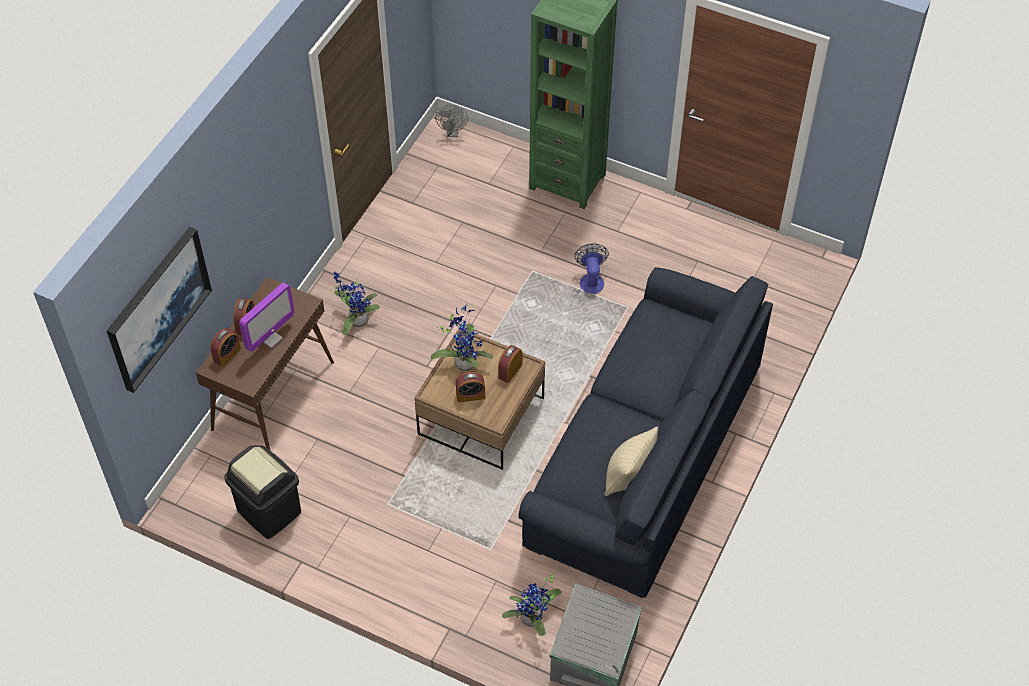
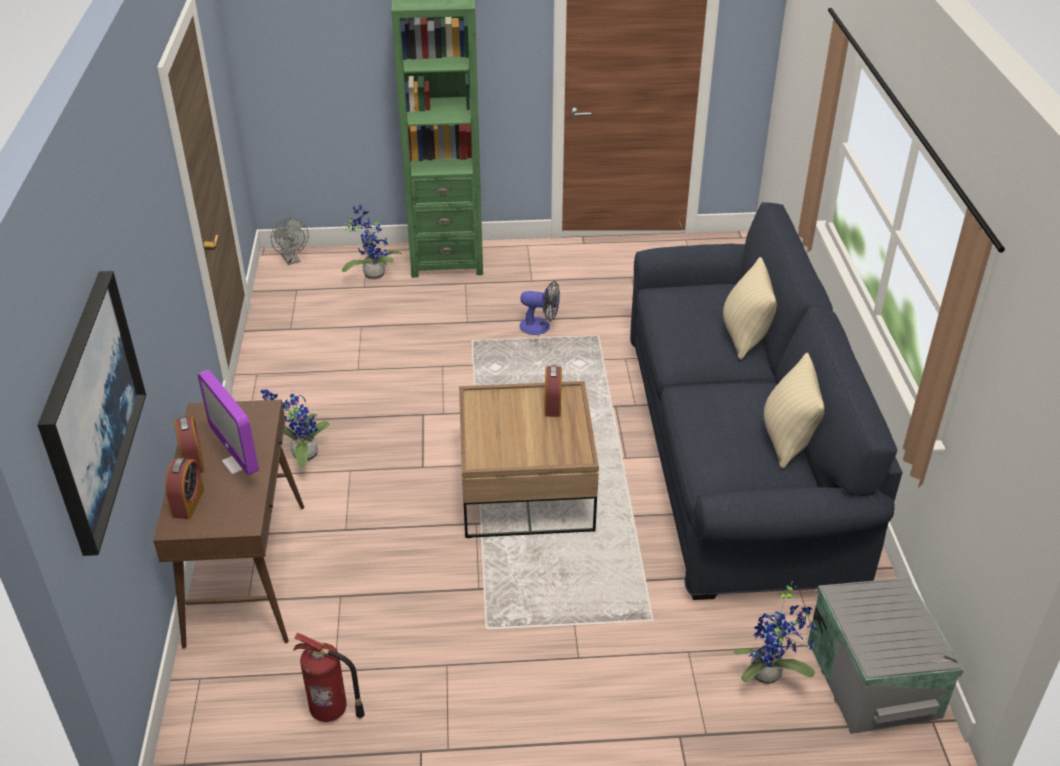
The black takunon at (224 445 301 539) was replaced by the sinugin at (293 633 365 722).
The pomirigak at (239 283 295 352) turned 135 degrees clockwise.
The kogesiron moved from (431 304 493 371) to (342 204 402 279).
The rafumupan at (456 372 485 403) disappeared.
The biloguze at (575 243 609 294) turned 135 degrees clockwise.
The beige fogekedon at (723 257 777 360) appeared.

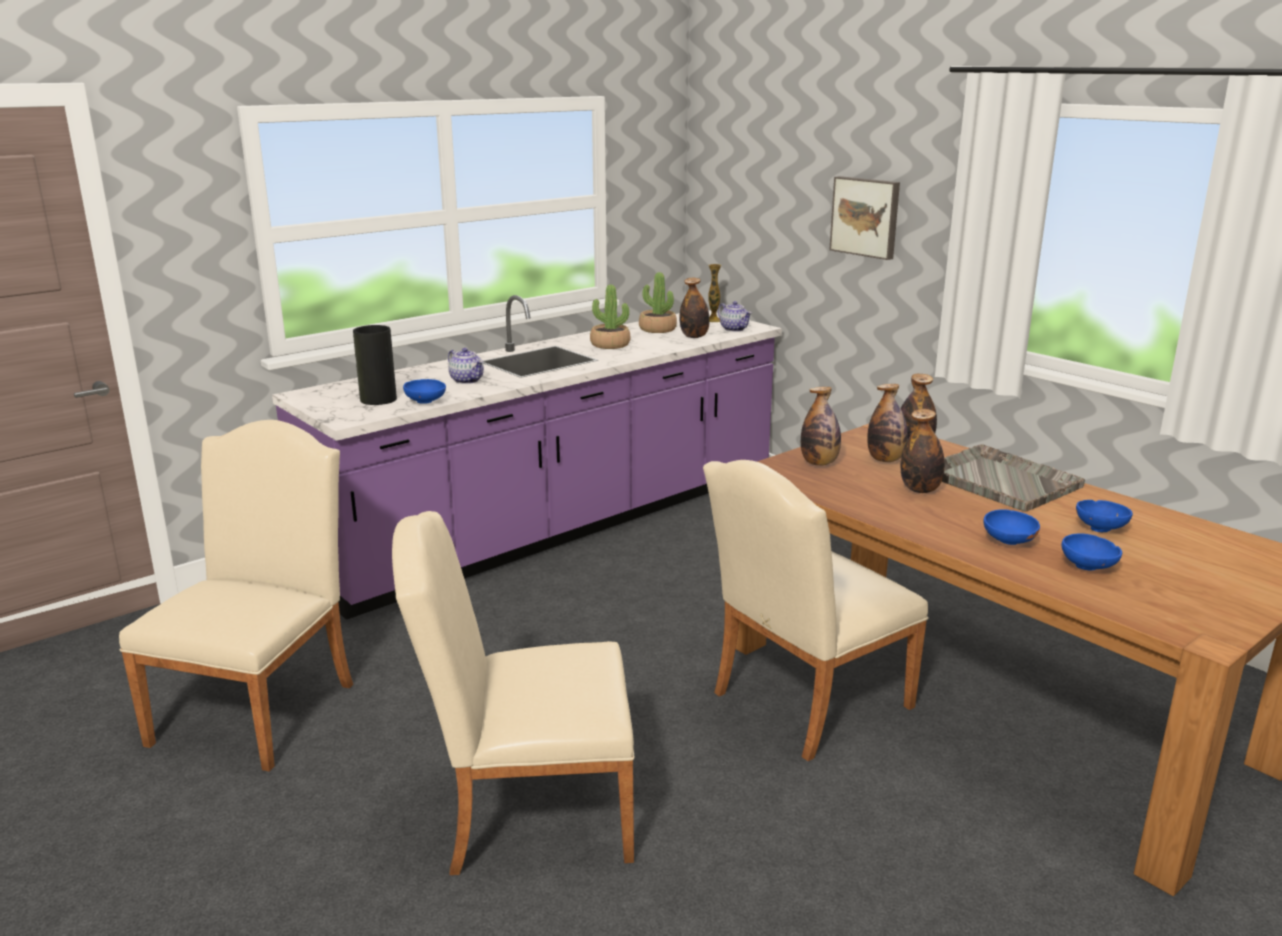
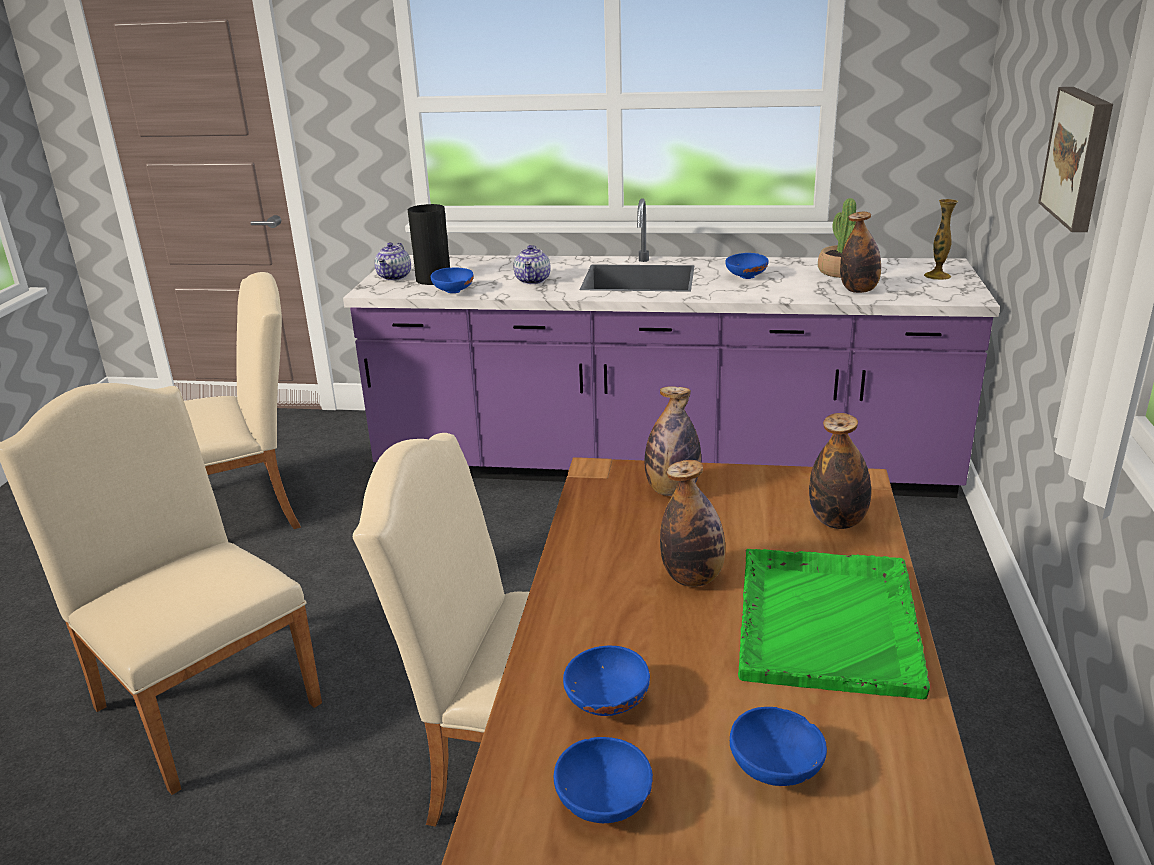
The kogesiron at (590 284 630 349) was replaced by the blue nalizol at (726 253 769 279).
The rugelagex moved from (718 301 752 332) to (374 242 411 281).
The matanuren at (867 384 908 462) disappeared.
The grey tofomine at (942 444 1085 512) became the green tofomine at (738 549 930 699).

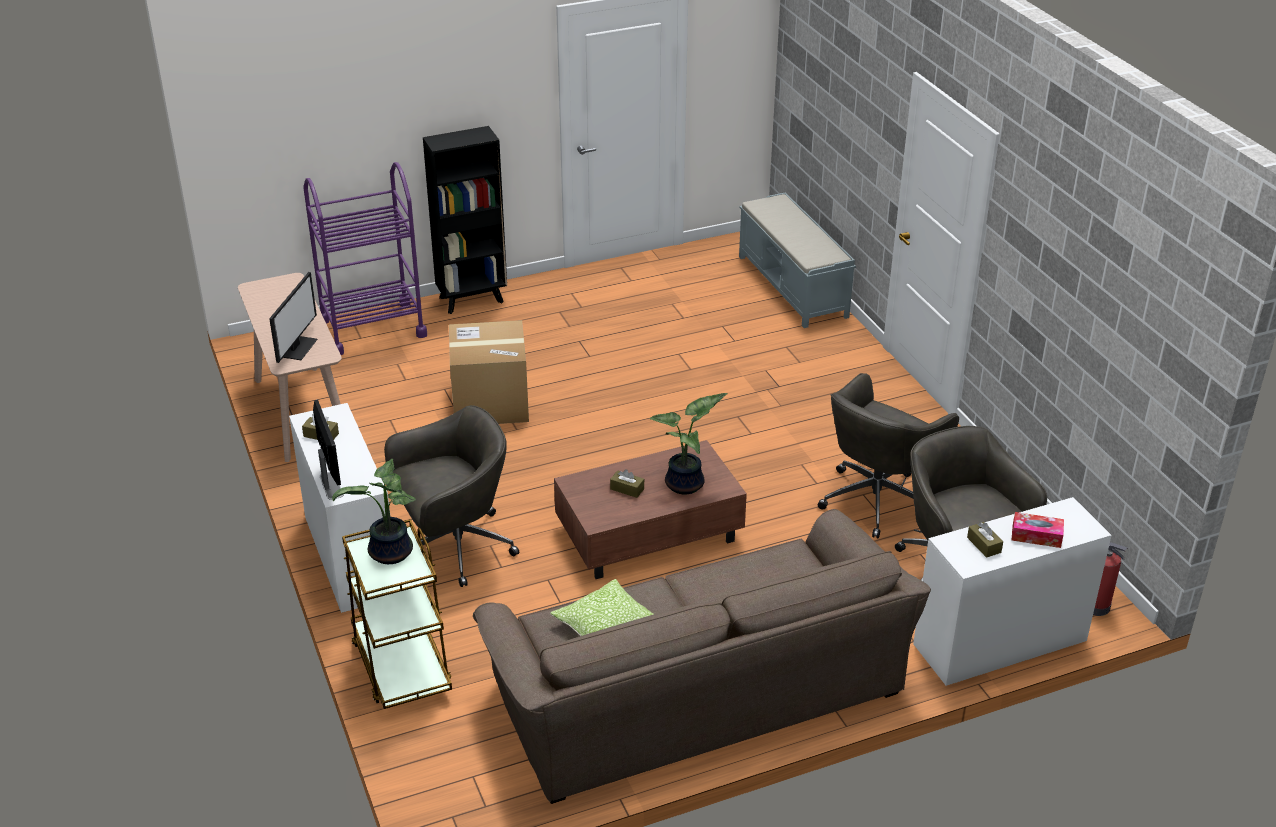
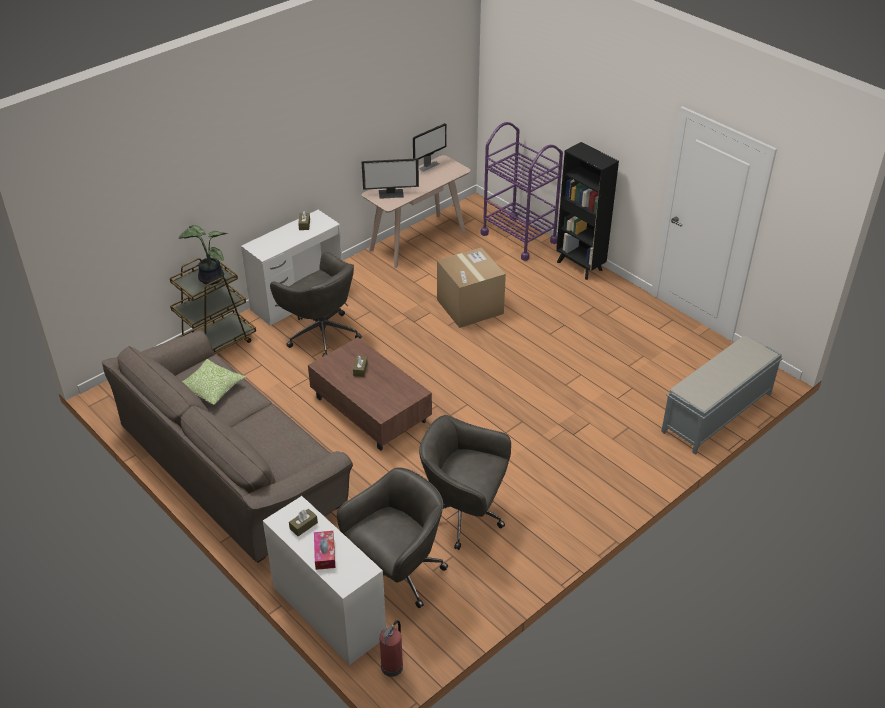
The pomirigak moved from (313 400 344 500) to (413 123 447 172).
The kogesiron at (650 393 728 494) disappeared.

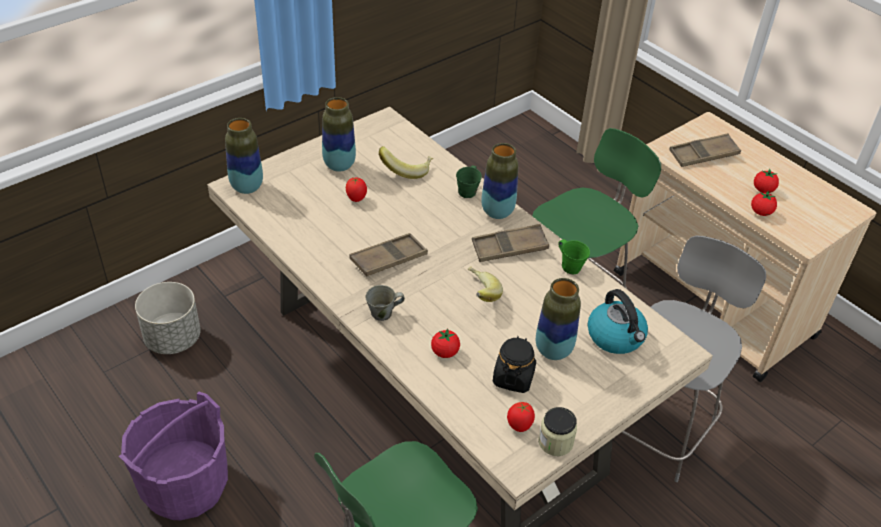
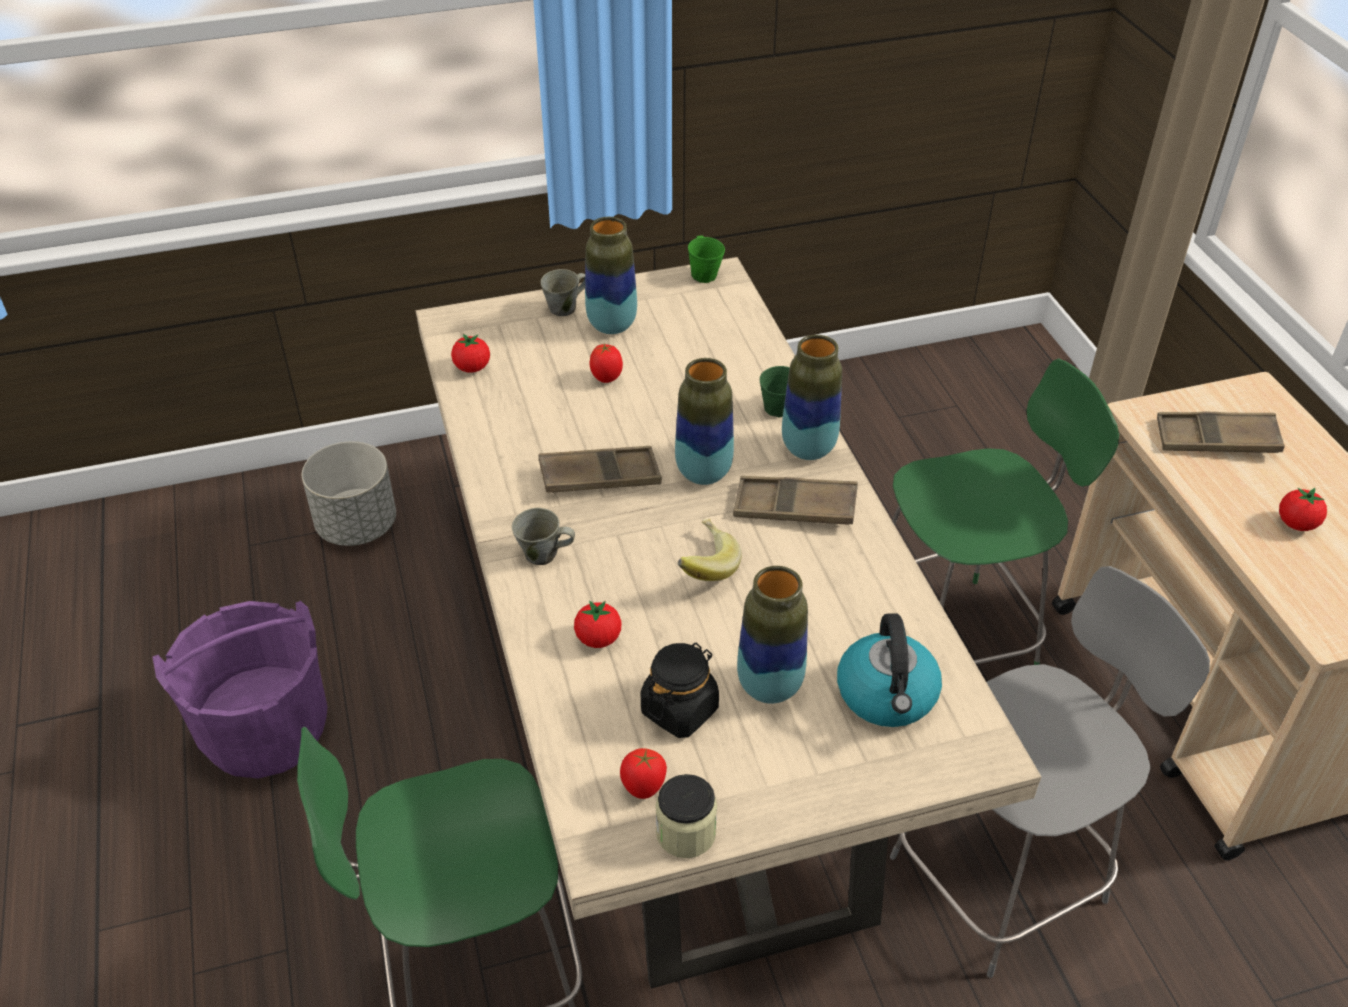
The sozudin moved from (225 118 263 194) to (675 358 734 485).
The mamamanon at (379 146 433 179) disappeared.
The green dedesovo moved from (559 239 590 274) to (688 235 725 283).
The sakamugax moved from (751 191 777 216) to (451 334 490 373).
The grey dedesovo at (541 269 585 316) appeared.

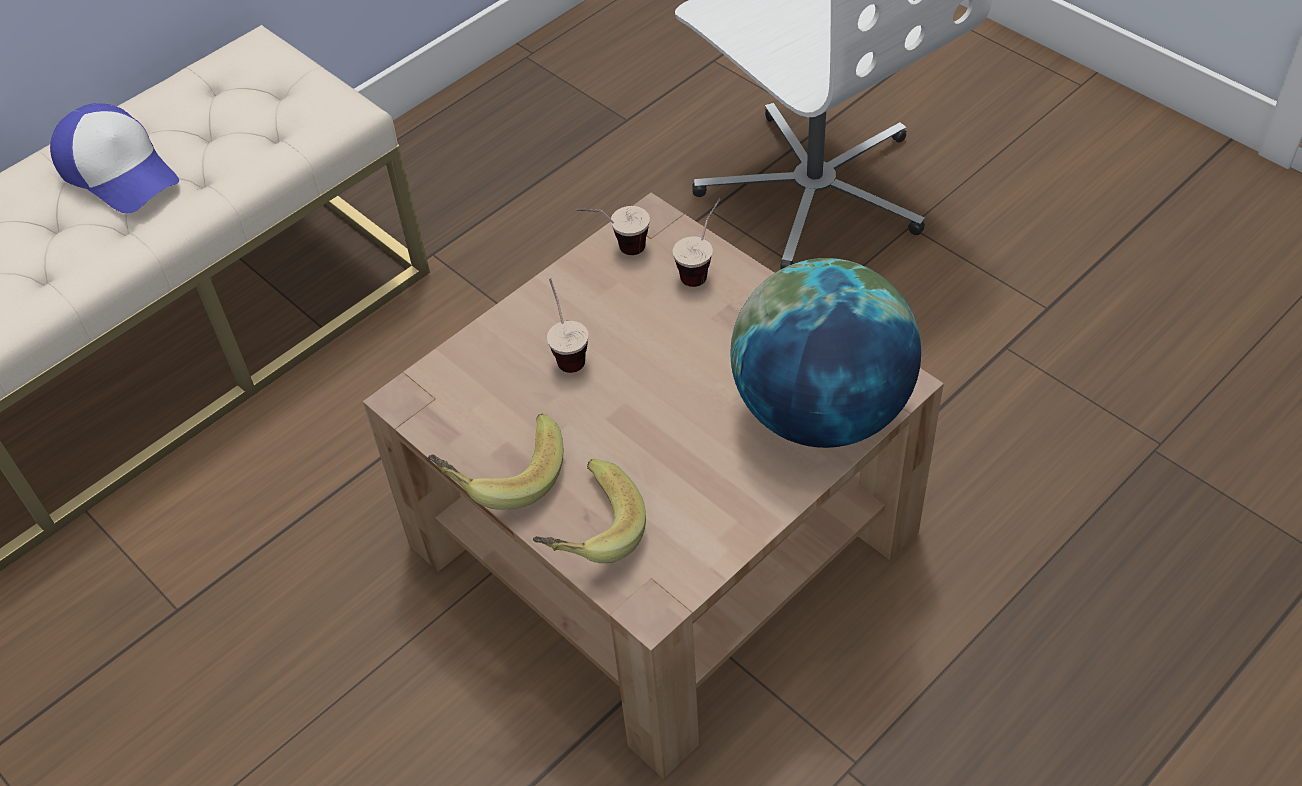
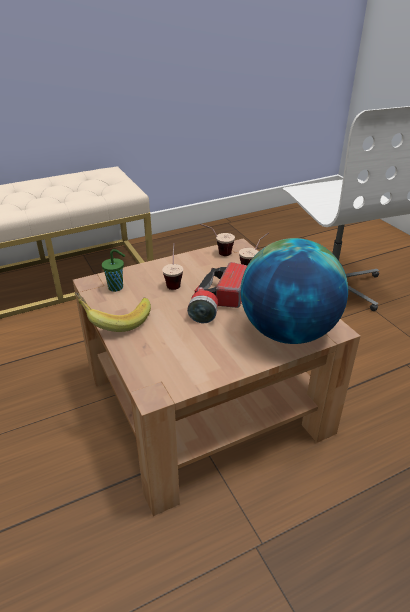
The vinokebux at (50 103 179 214) disappeared.
The mamamanon at (533 459 646 563) disappeared.
The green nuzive at (102 249 125 292) appeared.
The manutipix at (187 262 247 323) appeared.

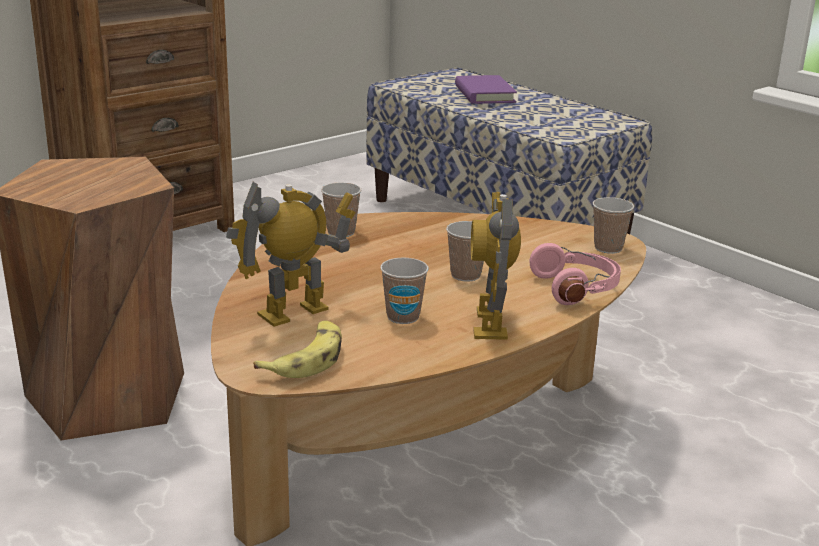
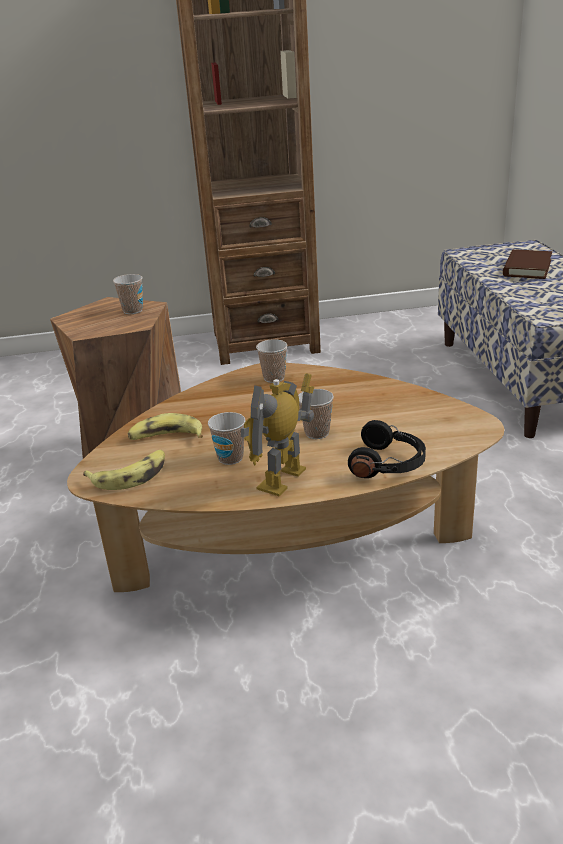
The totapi at (226 182 356 327) was replaced by the mamamanon at (128 413 203 440).
The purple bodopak at (455 75 517 104) became the brown bodopak at (503 250 552 279).
The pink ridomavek at (529 243 621 305) became the black ridomavek at (348 420 426 478).
The nuzive moved from (593 197 634 254) to (113 274 143 314).

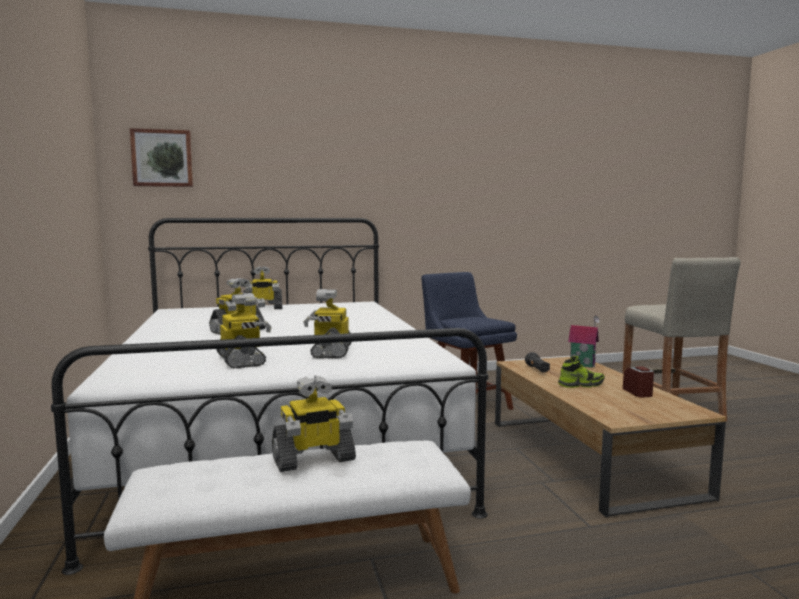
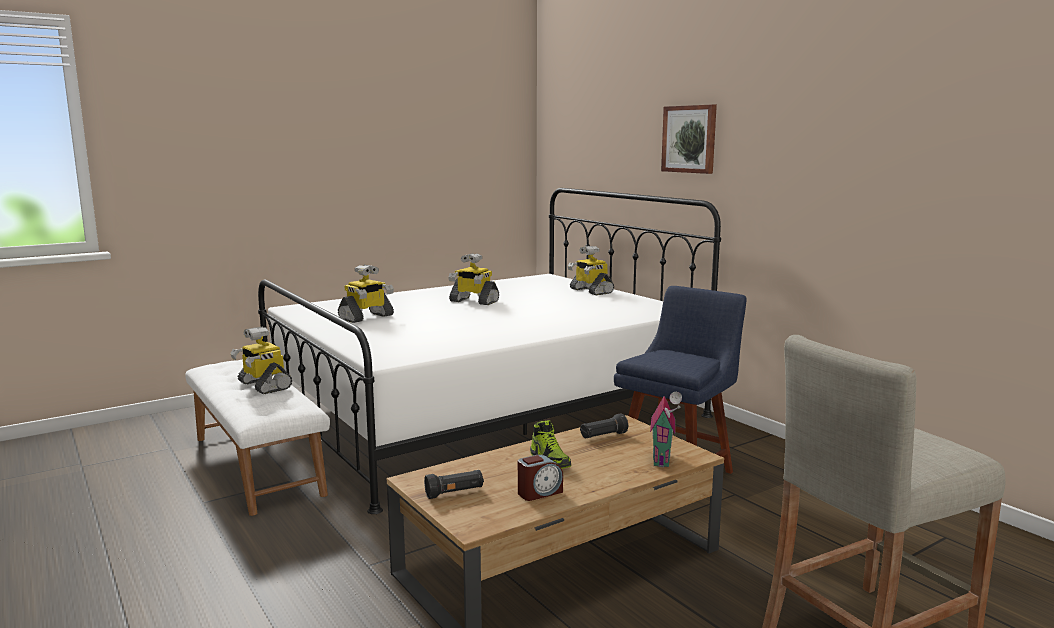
The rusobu moved from (130 128 193 187) to (661 104 717 174).
The totapi at (303 289 352 358) disappeared.
The black manutipix at (424 470 484 499) appeared.

